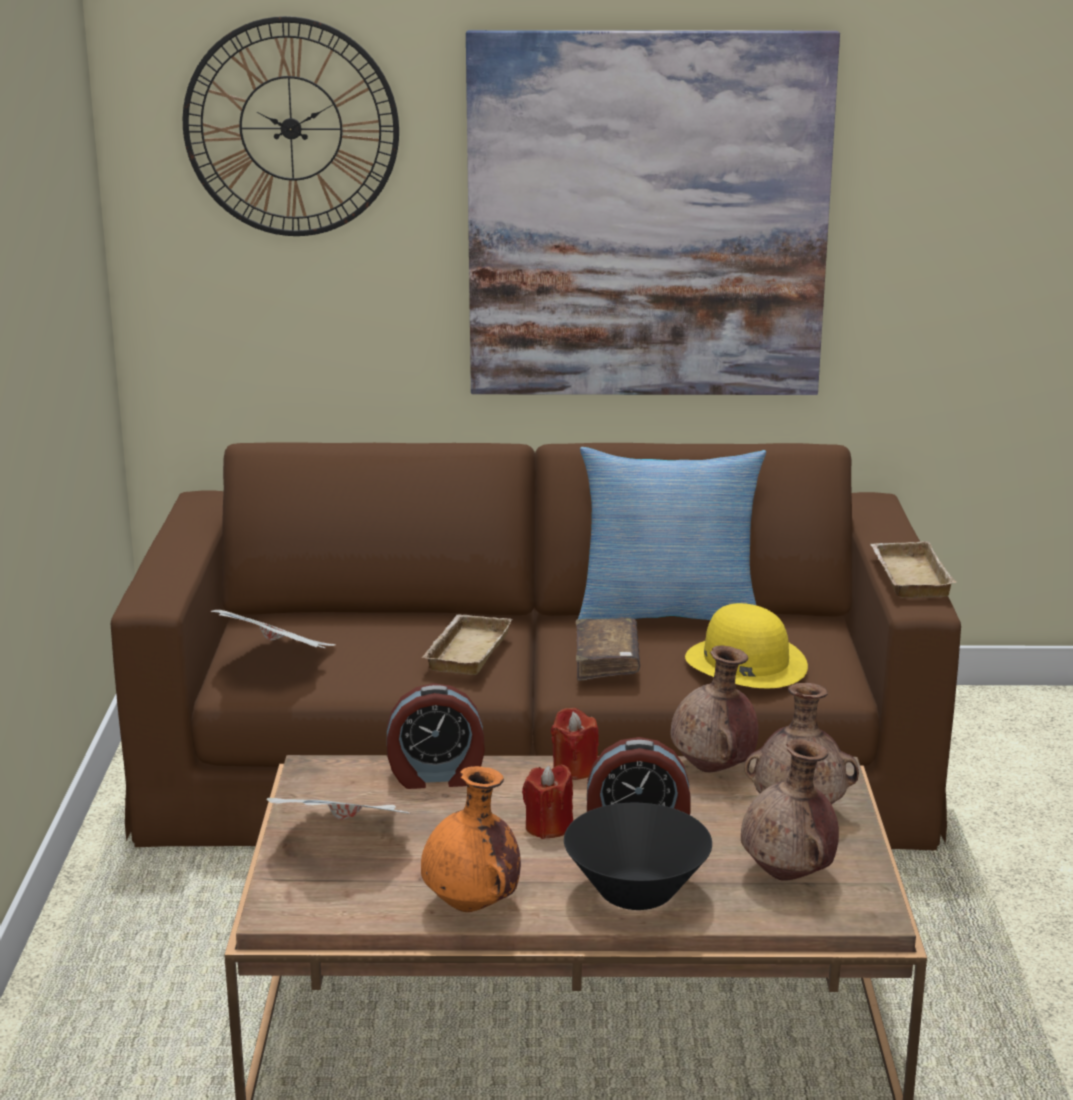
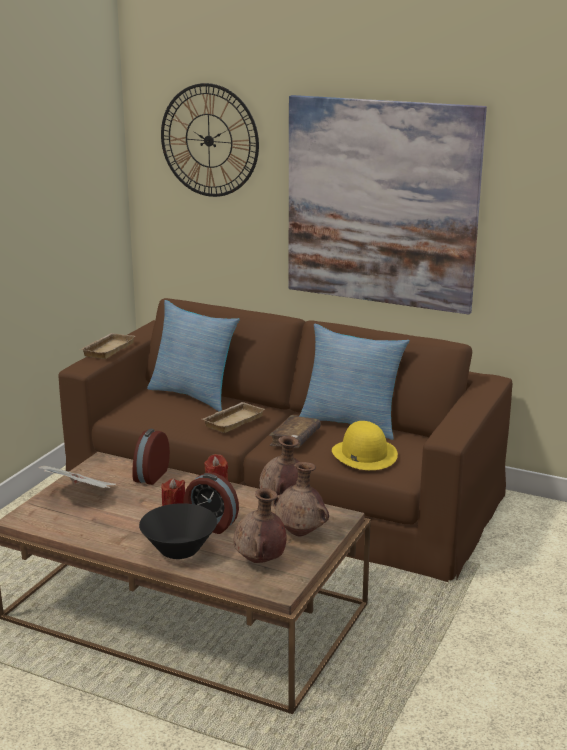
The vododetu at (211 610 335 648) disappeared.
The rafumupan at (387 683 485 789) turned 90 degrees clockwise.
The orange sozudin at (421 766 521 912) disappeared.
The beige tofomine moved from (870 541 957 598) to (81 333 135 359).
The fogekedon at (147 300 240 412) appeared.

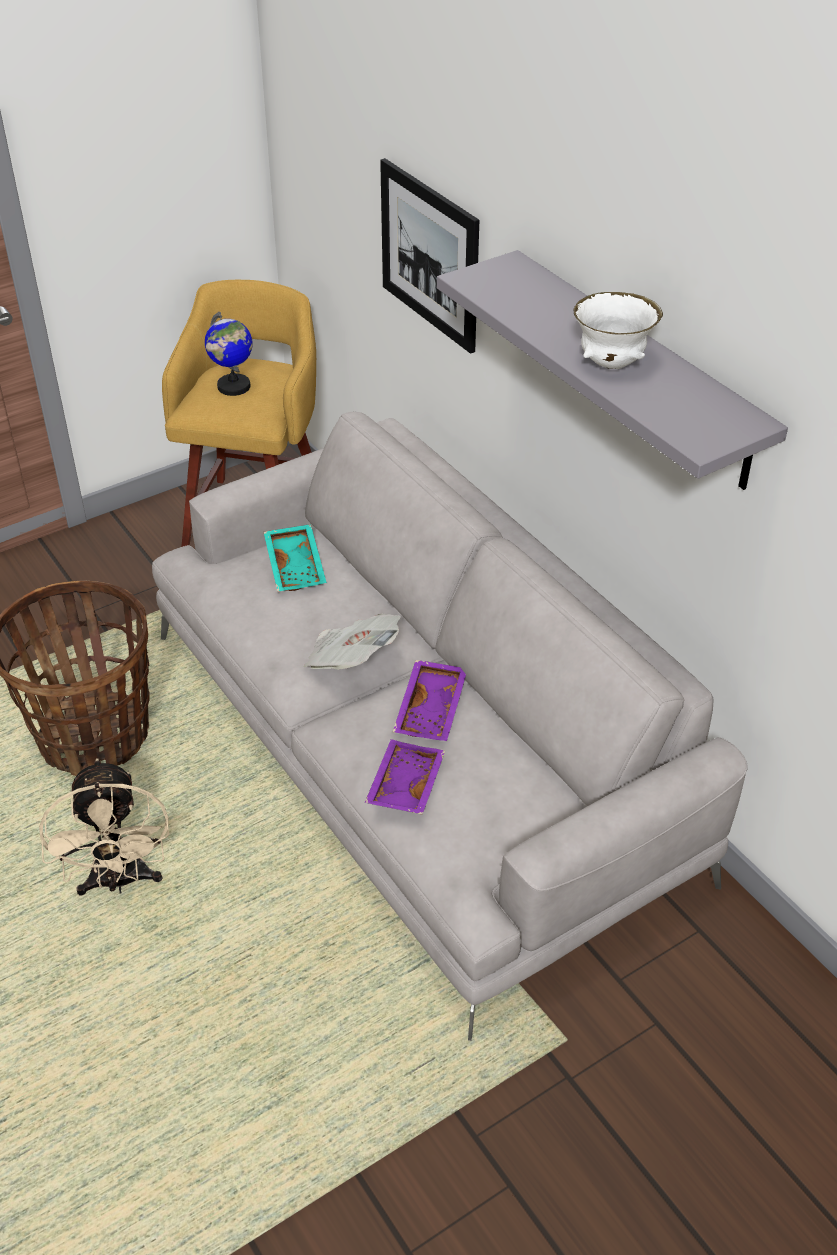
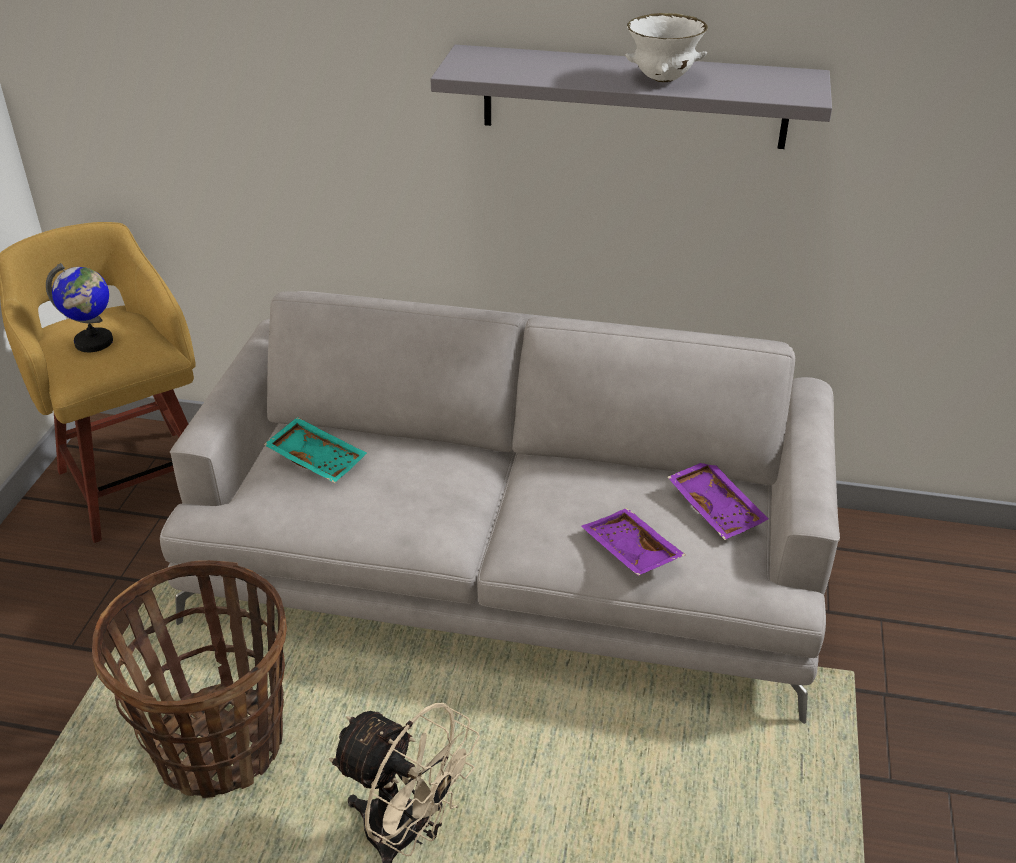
The vododetu at (304 614 401 670) disappeared.
The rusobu at (380 158 479 354) disappeared.
The purple tofomine moved from (393 660 466 741) to (667 463 768 540).

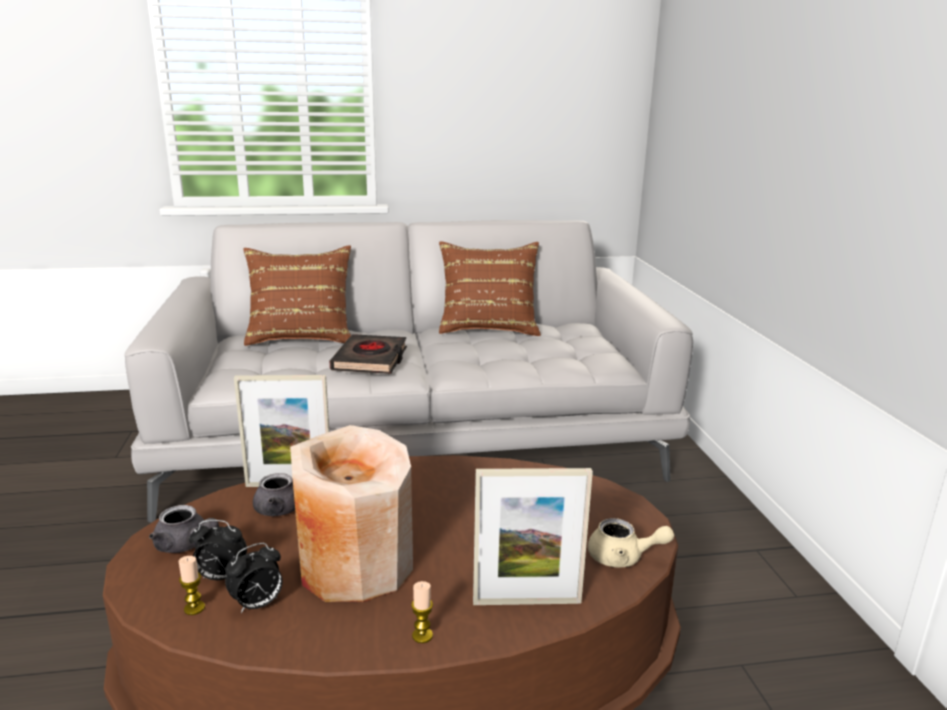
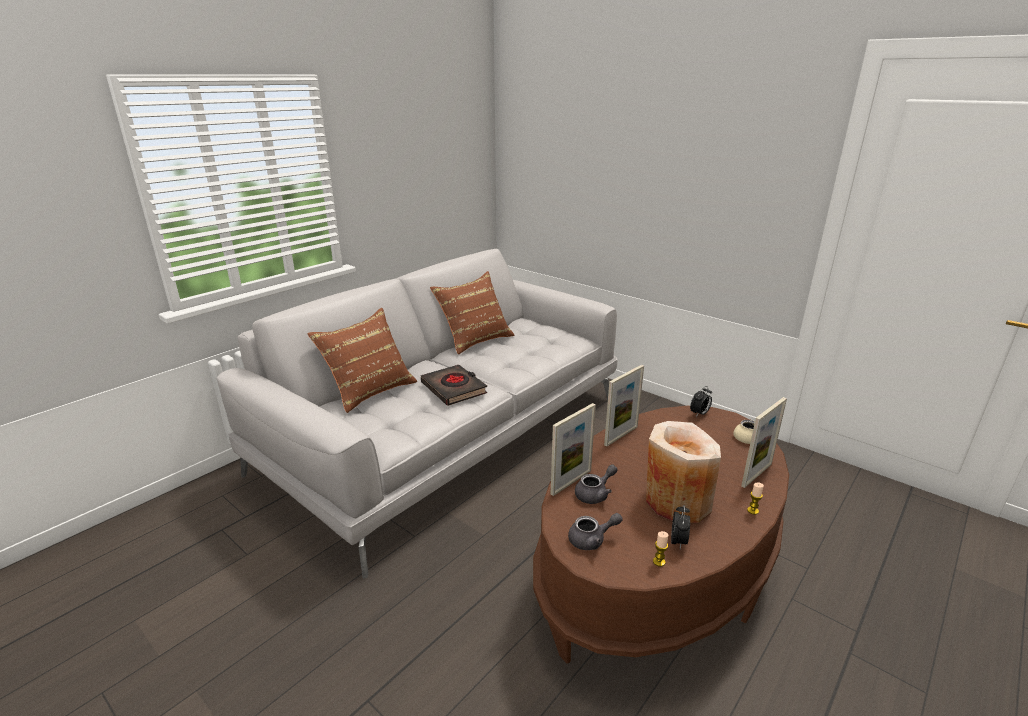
The rafumupan moved from (189 520 247 580) to (690 386 712 417).
The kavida at (604 365 644 446) appeared.

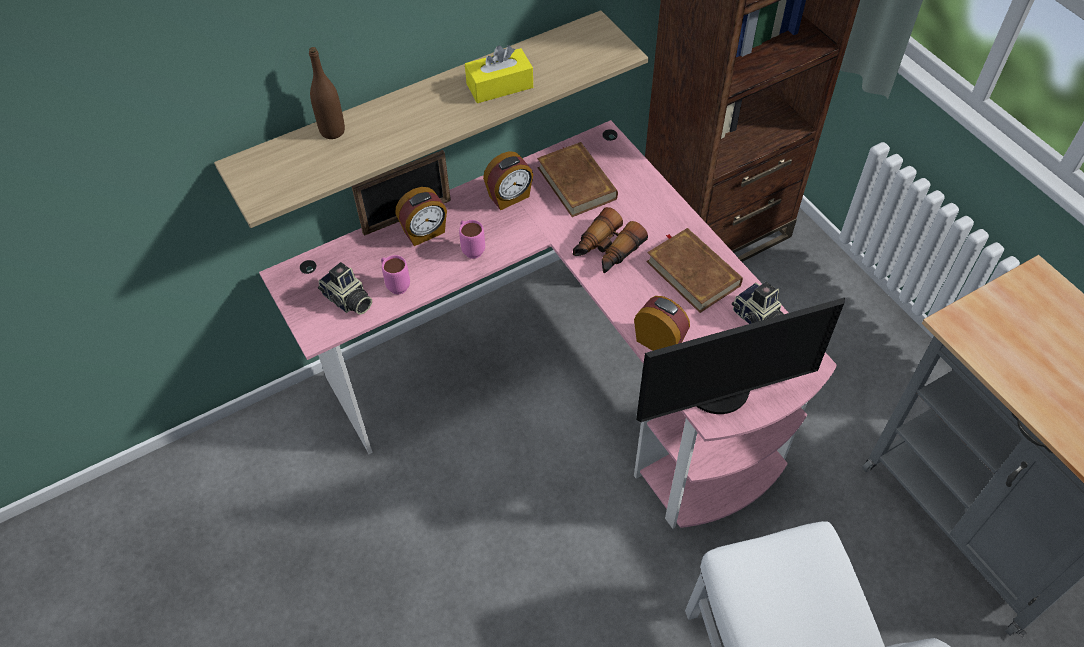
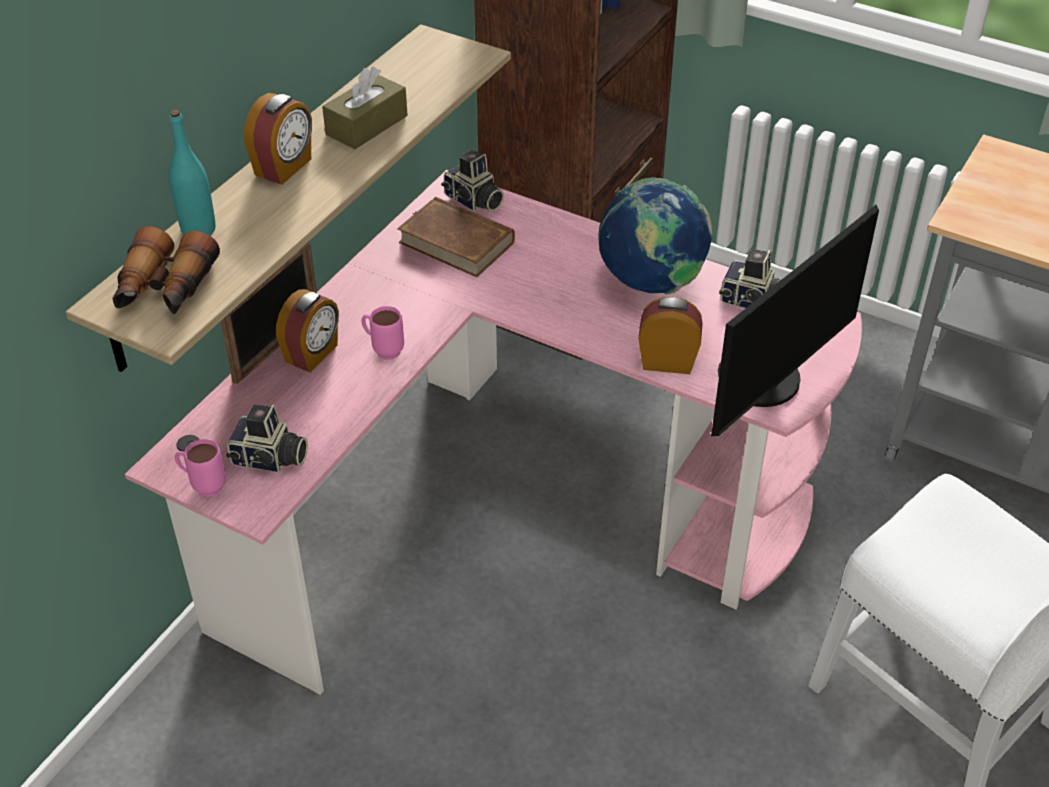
The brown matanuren at (309 47 345 139) became the turquoise matanuren at (170 110 215 236).
The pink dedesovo moved from (381 255 410 295) to (175 439 226 497).
The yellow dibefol at (465 45 533 103) became the brown dibefol at (322 67 408 149).
The rafumupan moved from (483 151 533 210) to (244 93 312 185).
The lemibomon moved from (573 207 648 273) to (112 226 220 314).
The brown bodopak at (646 228 743 313) was replaced by the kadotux at (598 177 713 295).
The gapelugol at (441 150 504 211) appeared.

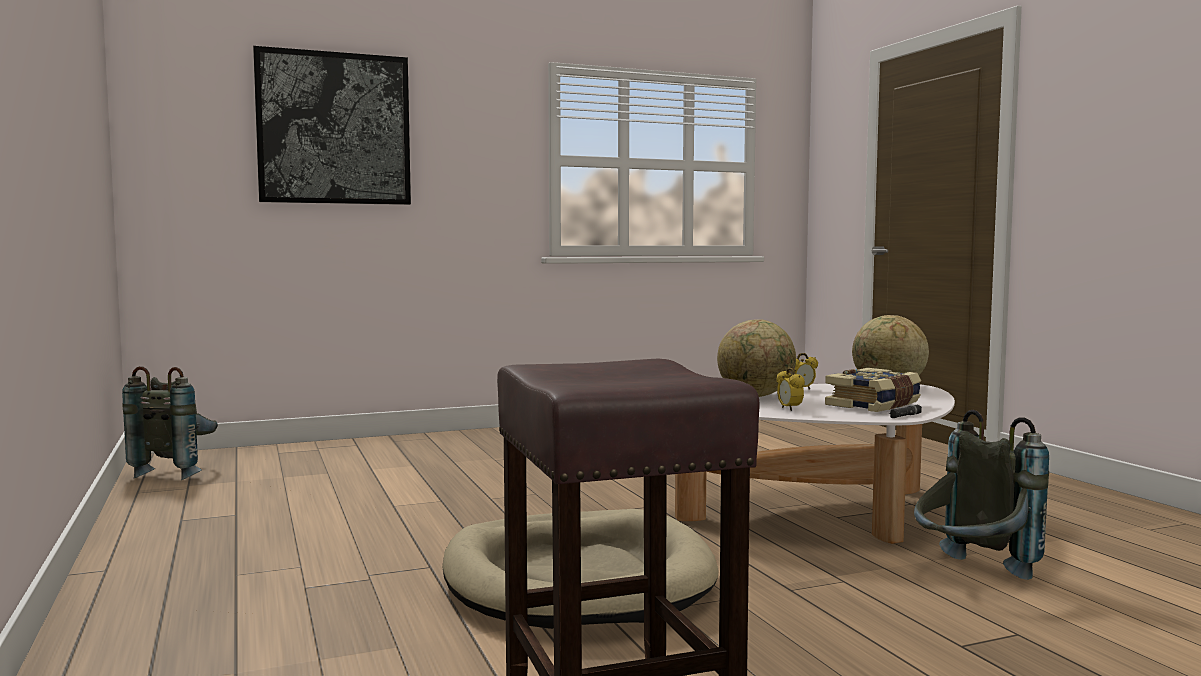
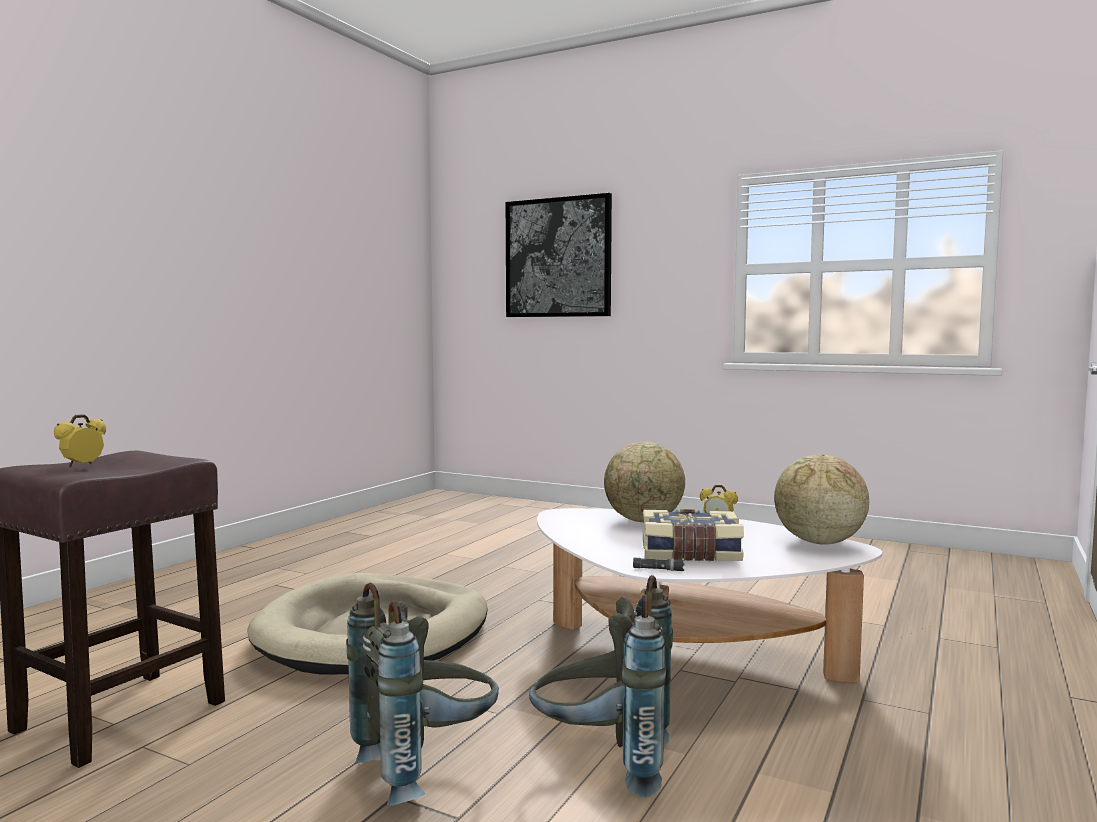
The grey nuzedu moved from (122 366 218 480) to (346 583 499 806).
The rafumupan moved from (776 368 805 411) to (54 414 106 468).

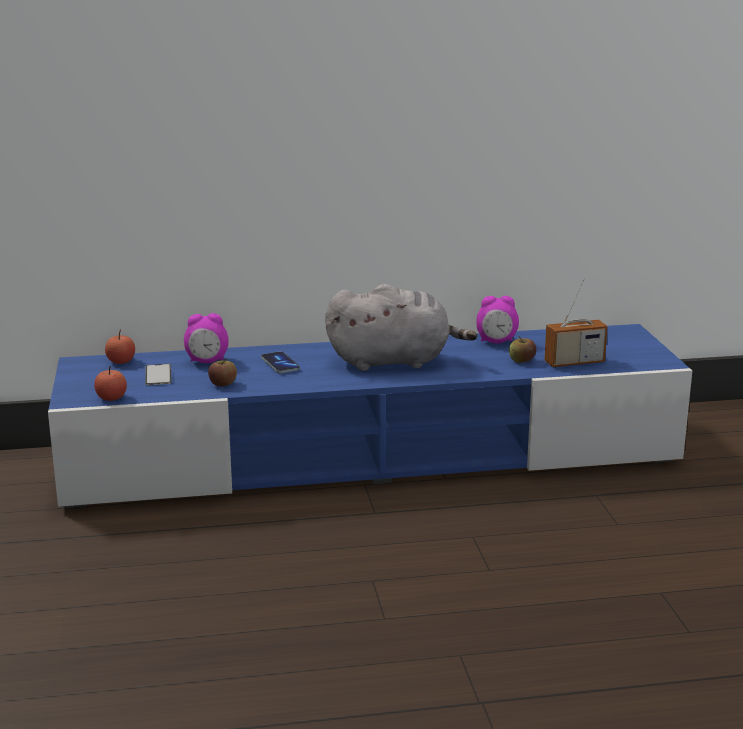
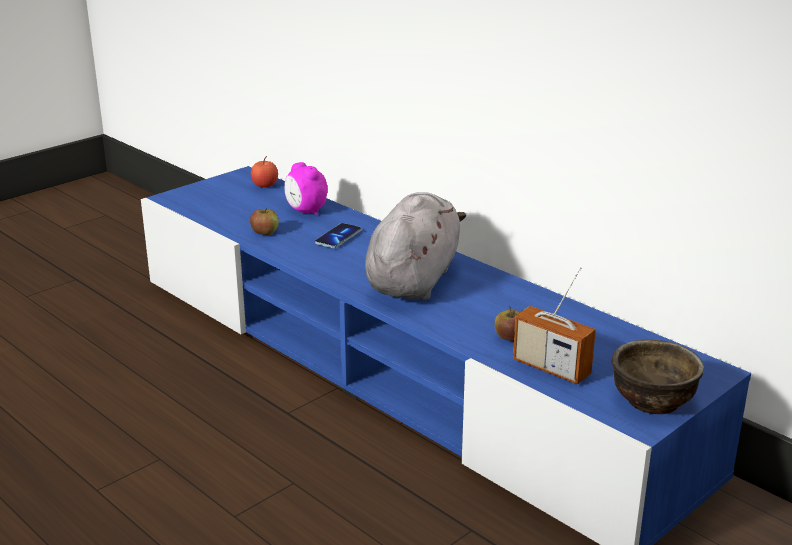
The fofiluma at (94 366 127 401) disappeared.
The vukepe at (145 364 172 385) disappeared.
The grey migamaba at (325 284 477 371) turned 120 degrees counterclockwise.
The rafumupan at (476 296 519 343) disappeared.
The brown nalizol at (612 340 704 414) appeared.

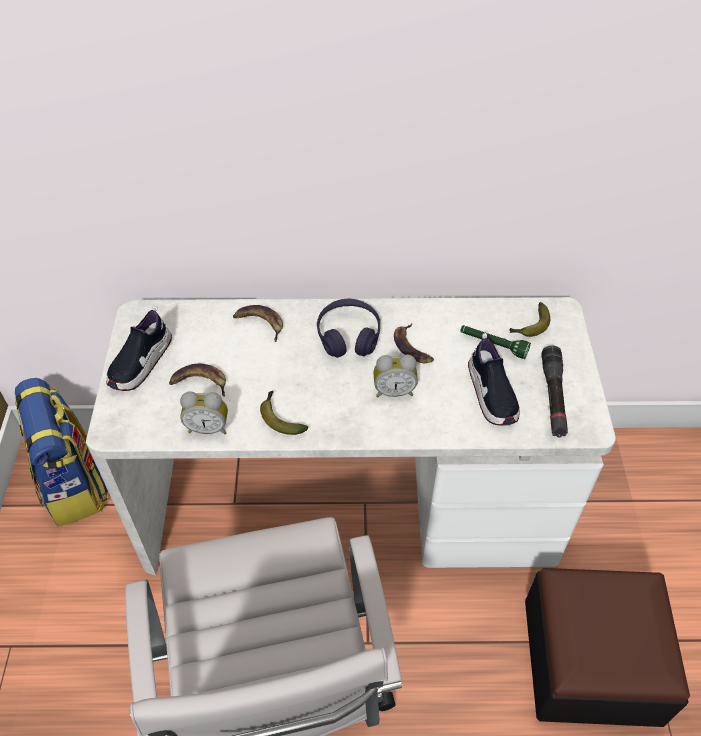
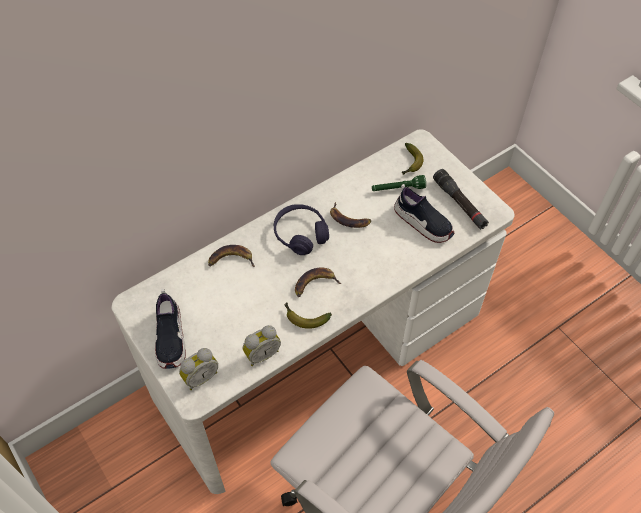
The nuzedu at (15 378 108 527) disappeared.
The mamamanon moved from (169 364 226 397) to (295 268 341 297).
The rafumupan moved from (373 355 418 397) to (179 348 218 390).
The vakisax at (525 568 690 727) disappeared.

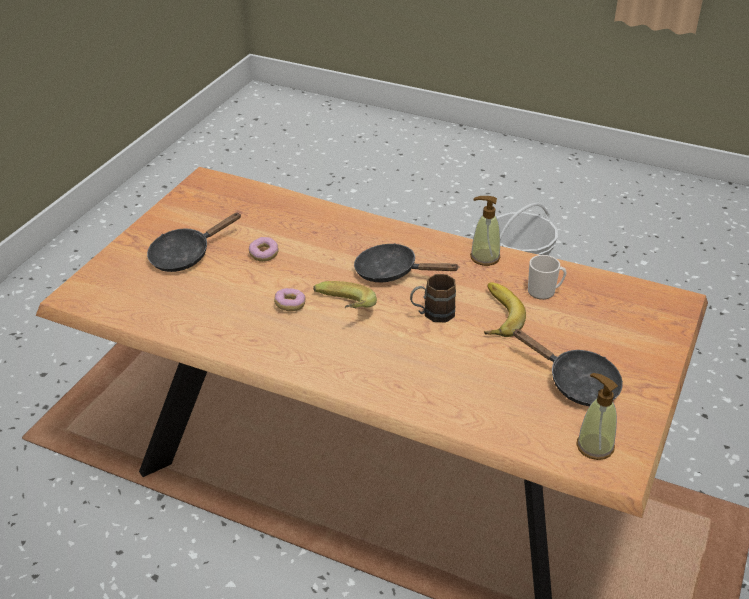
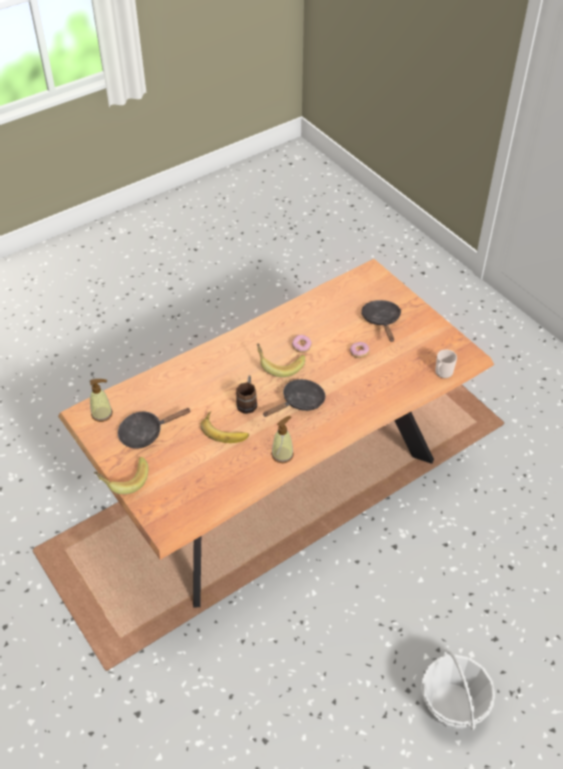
The dedesovo moved from (528 255 567 300) to (435 349 457 378).
The mamamanon at (94 457 148 494) appeared.

